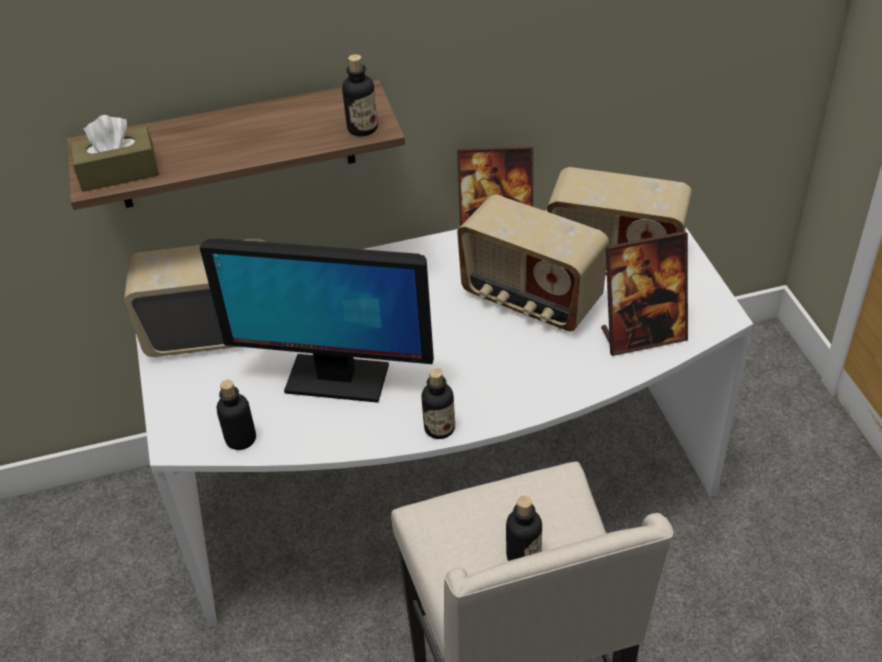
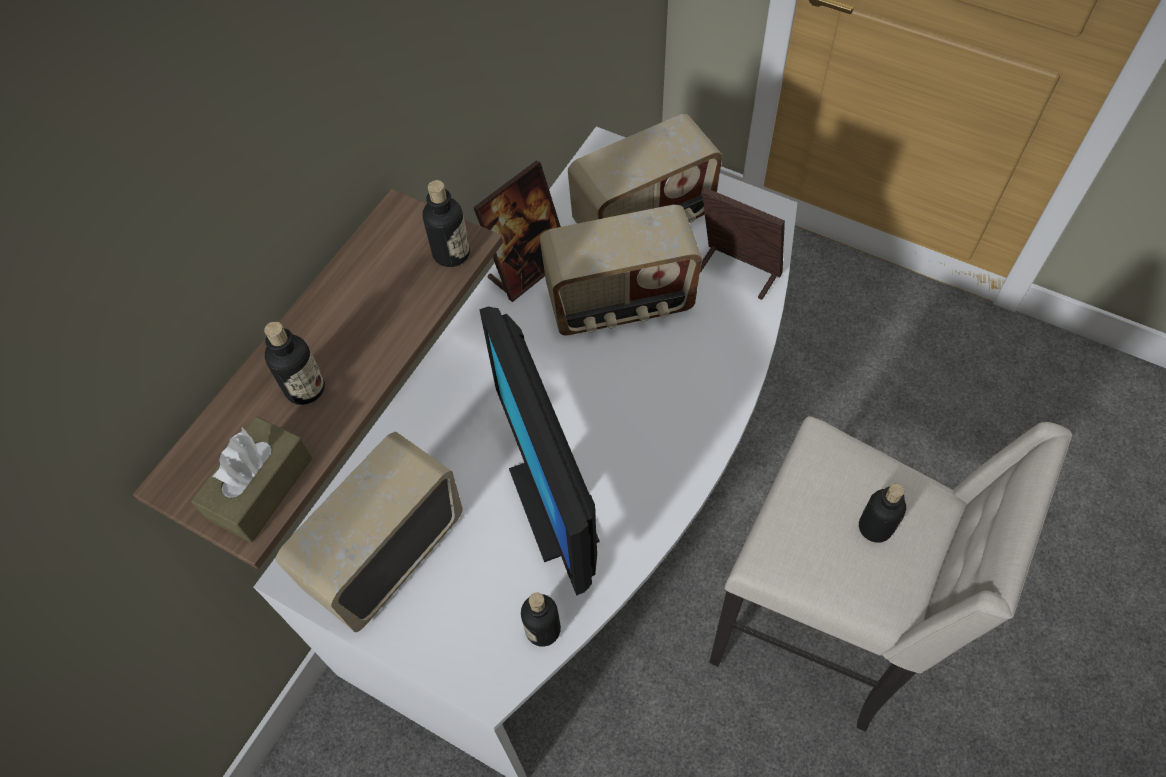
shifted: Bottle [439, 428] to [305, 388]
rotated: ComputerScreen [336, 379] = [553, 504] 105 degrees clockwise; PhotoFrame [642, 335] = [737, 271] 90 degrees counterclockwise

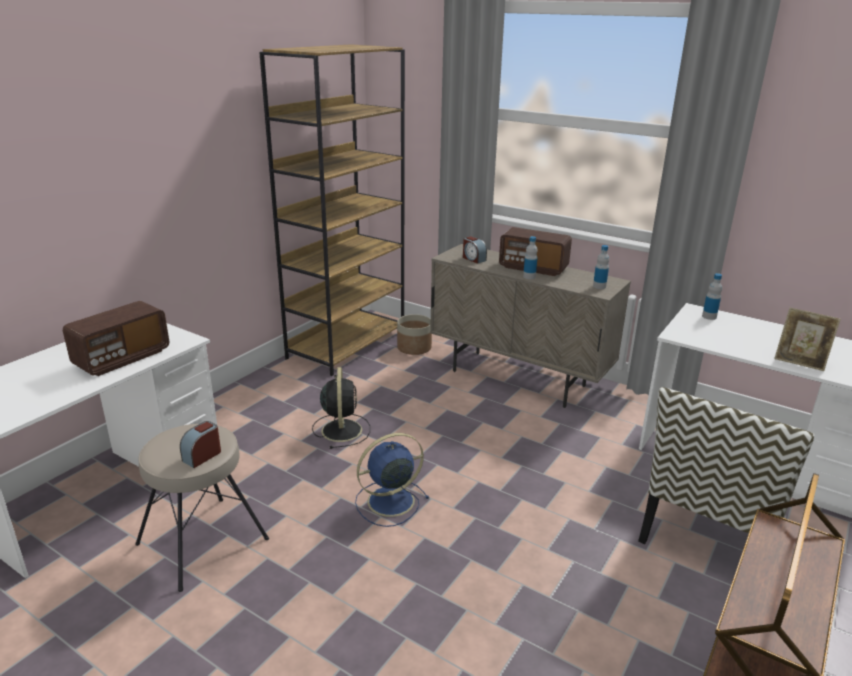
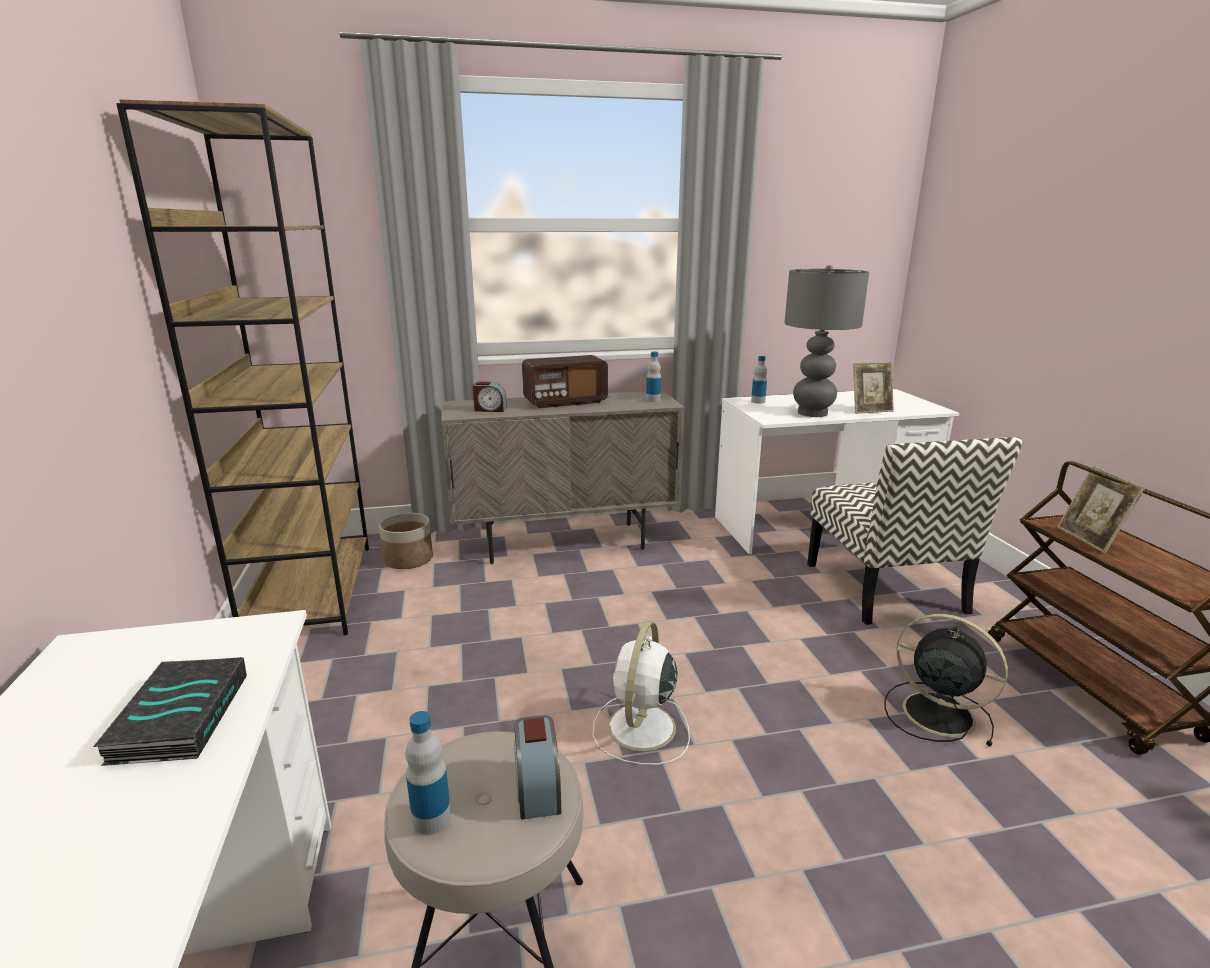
new: GreyTabletopLamp [813, 413]; PhotoFrame [1090, 539]
shifted: BlackElectricFan [341, 429] to [934, 713]; Bottle [529, 277] to [431, 818]
swapped: RadioSet [122, 358] to BoundBook [178, 716]
repainted: BlueColouredElectricFan [388, 502] to WhiteElectricFan [640, 729]

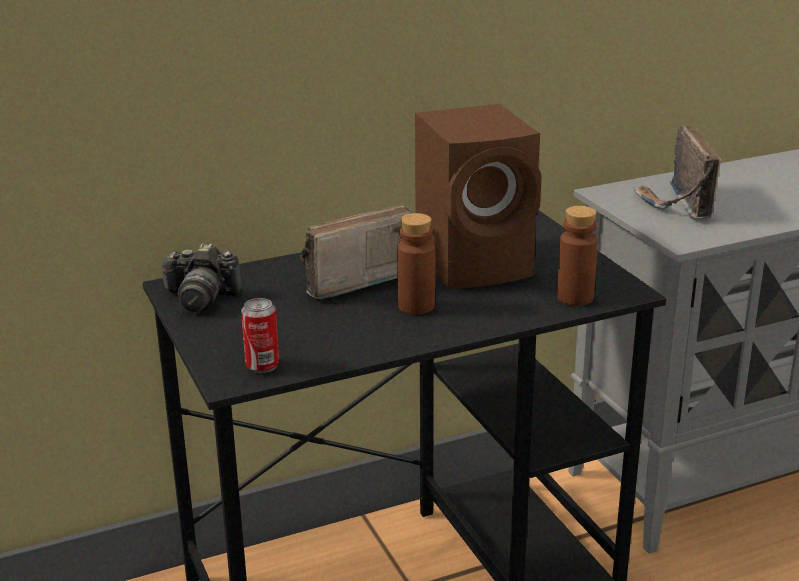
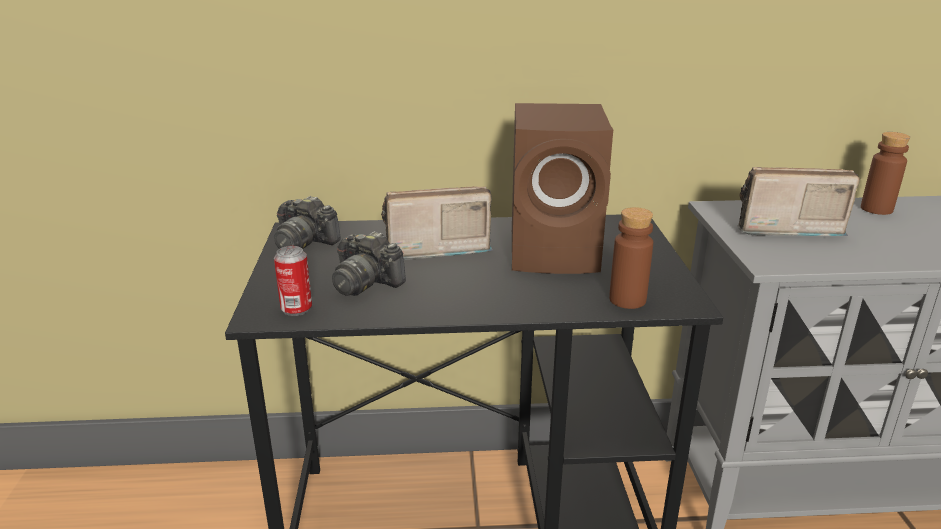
new: PhotoCamera [365, 282]
shifted: BrownColouredBottle [416, 306] to [876, 209]
rotated: RadioSet [675, 204] = [782, 228] 75 degrees clockwise

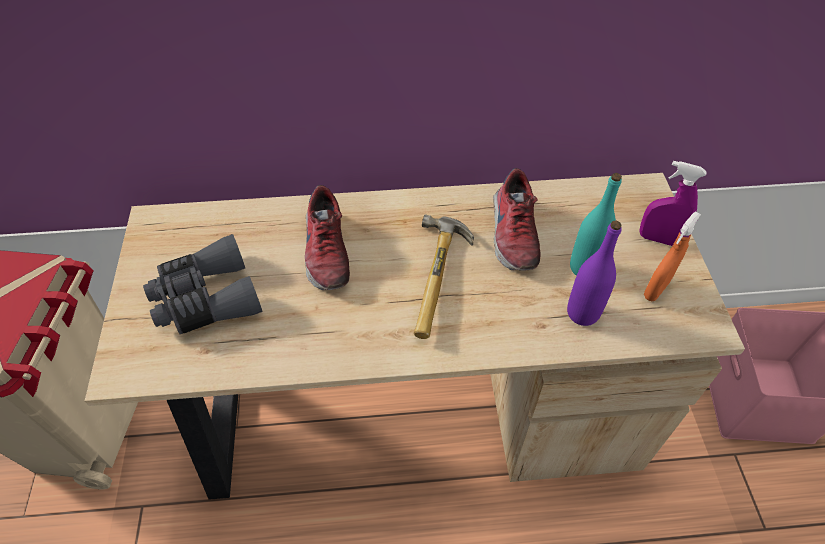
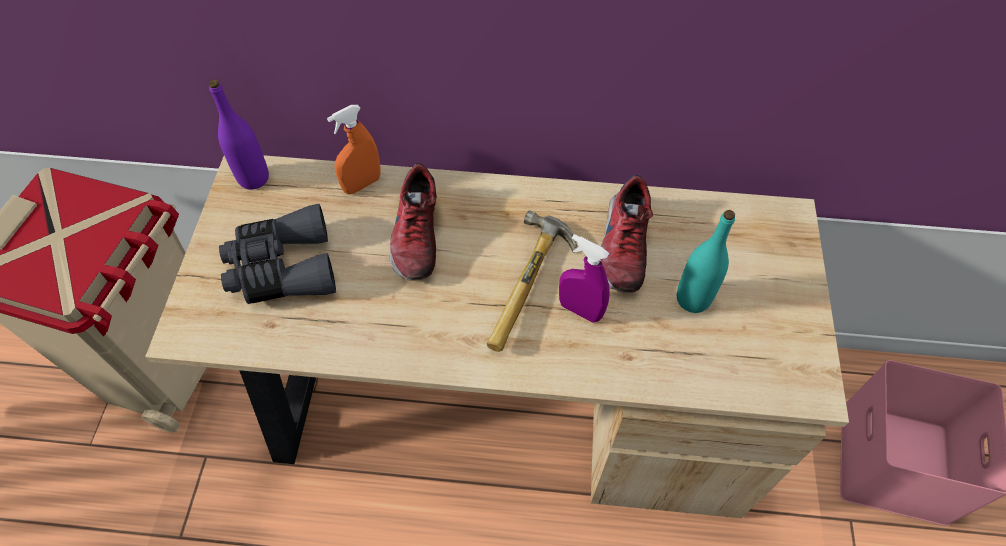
shifted: PurplishBottle [582, 313] to [253, 178]; PurplishSprayer [658, 239] to [580, 310]; OrangeySprayer [656, 289] to [362, 184]

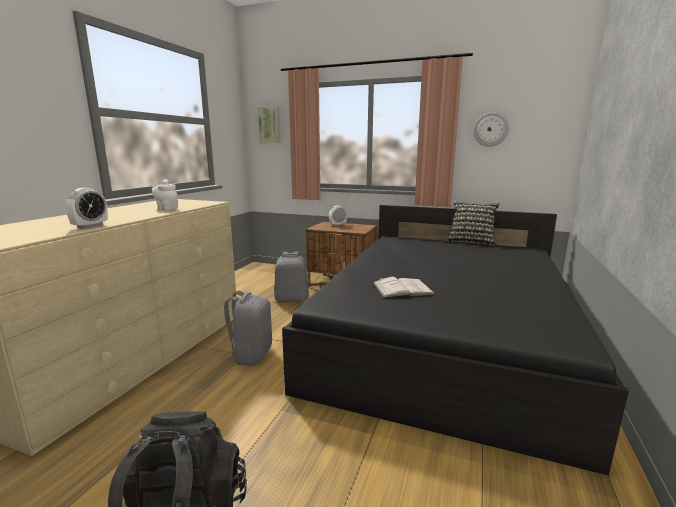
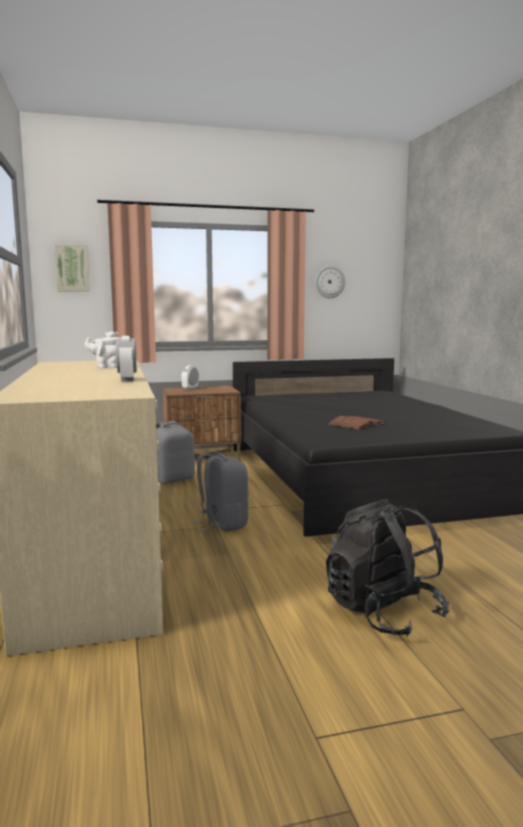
gone: ThrowPillow [471, 241]
repainted: WhiteBoundBook [402, 289] to BrownColouredBoundBook [357, 423]

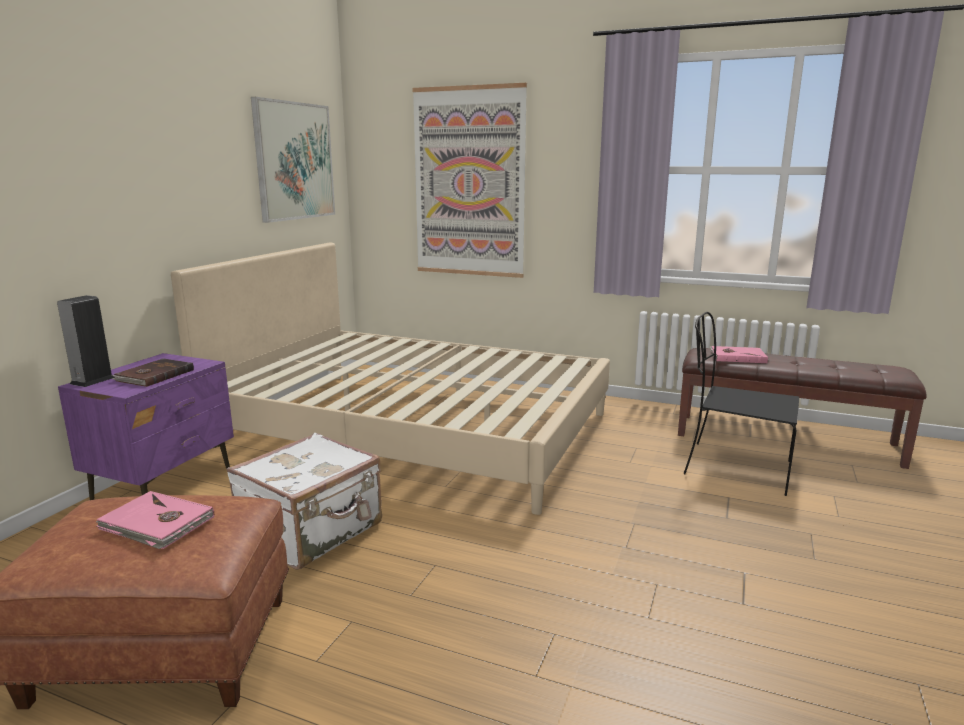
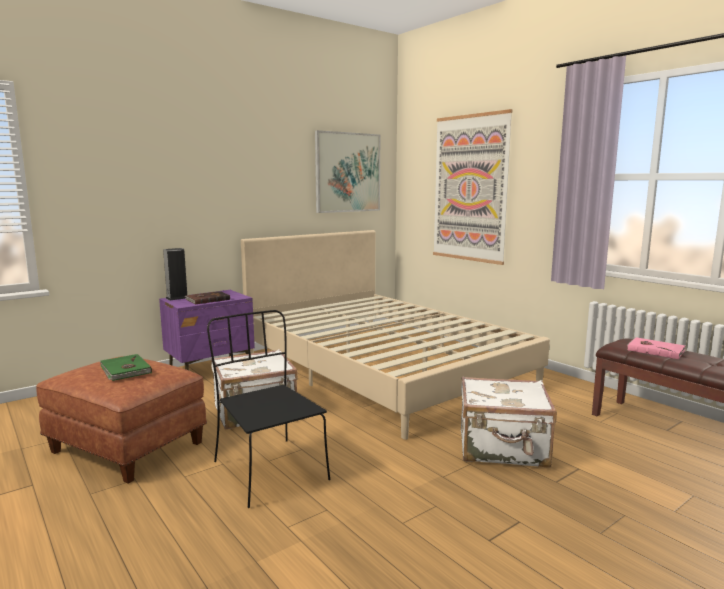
new: WhitePieceOfLuggage [503, 449]
shifted: BlackUprightChair [734, 467] to [268, 469]
repainted: PinkBoundBook [156, 524] to GreenishBoundBook [125, 370]

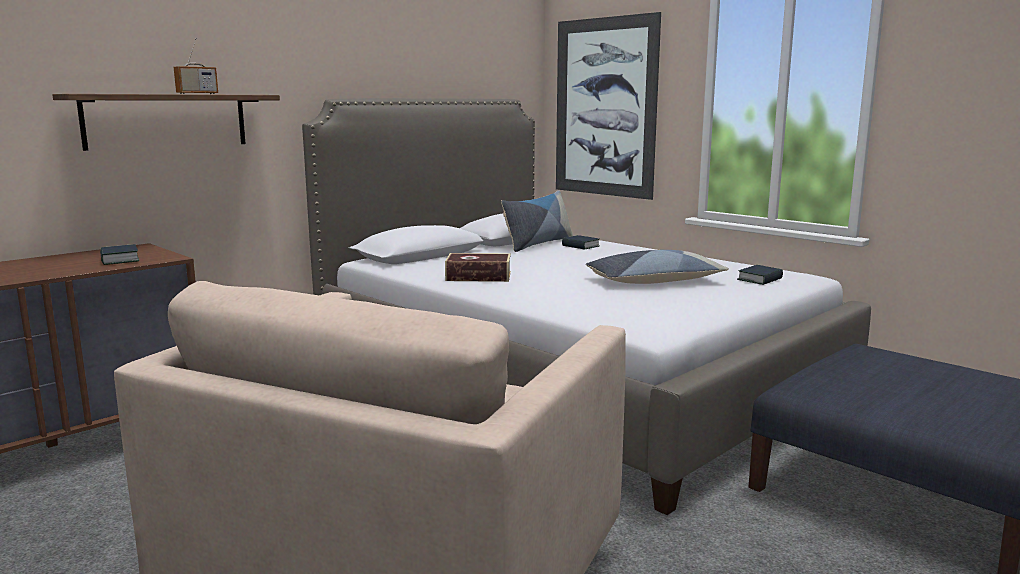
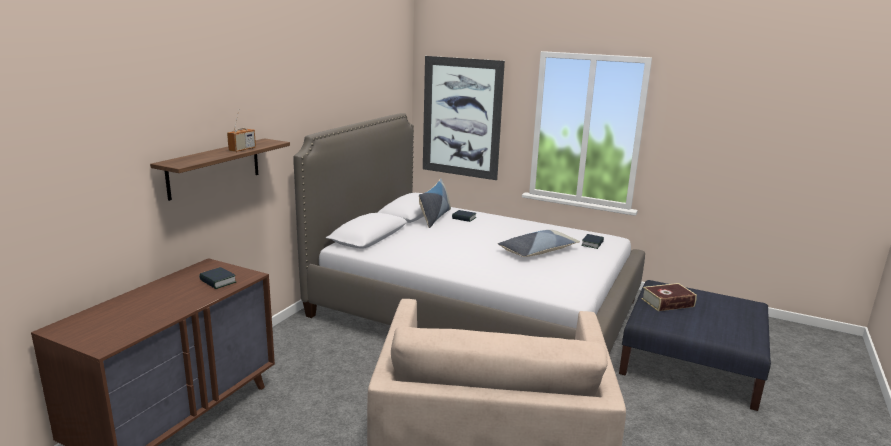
shifted: BoundBook [478, 276] to [667, 303]

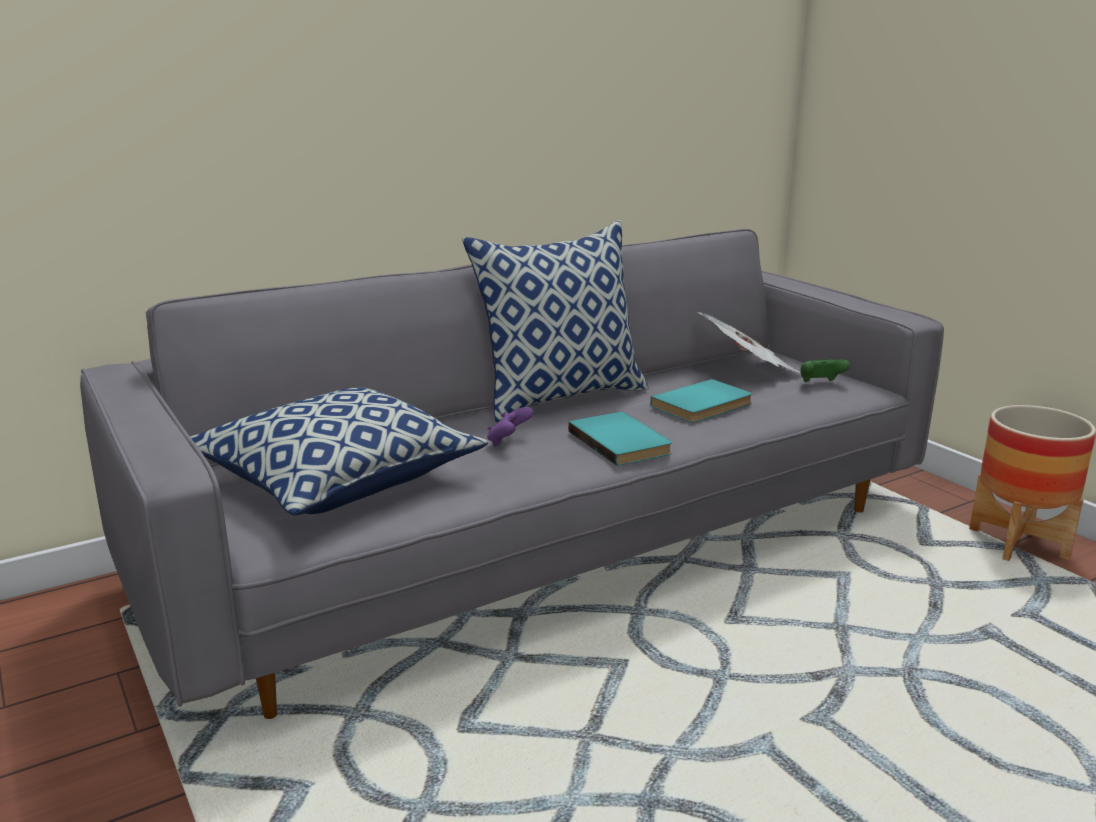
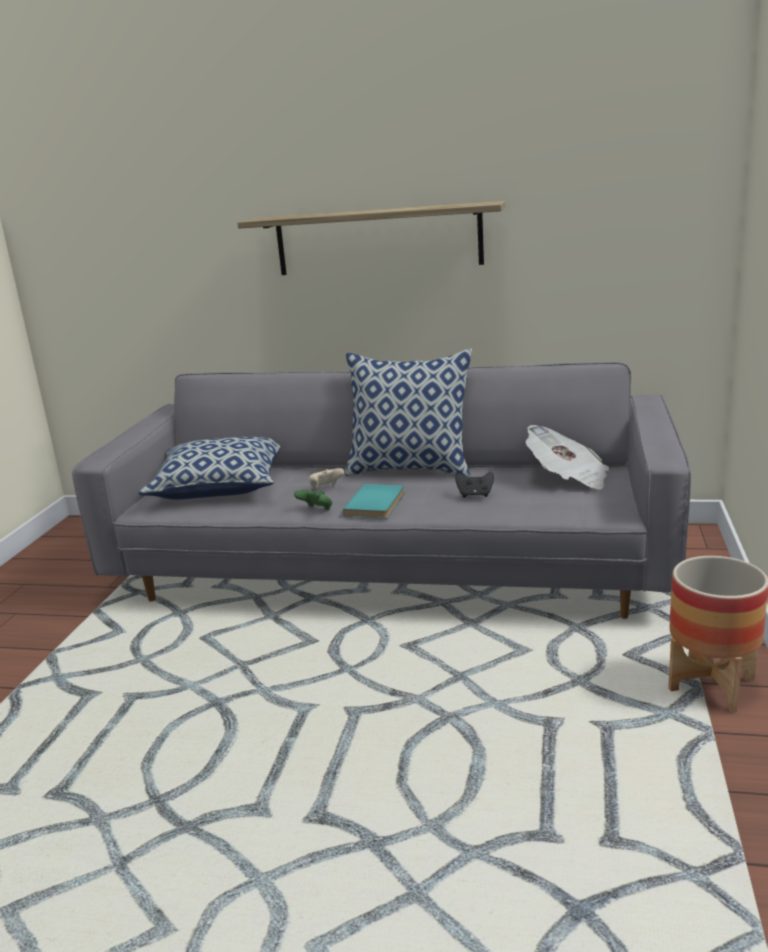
new: BracketShelf [378, 240]
shifted: GreenishGamepad [820, 383] to [316, 510]
swapped: TurquoiseColouredBoundBook [704, 405] to BlackGamepad [475, 495]
repainted: PurplishGamepad [508, 442] to SandColouredGamepad [326, 488]

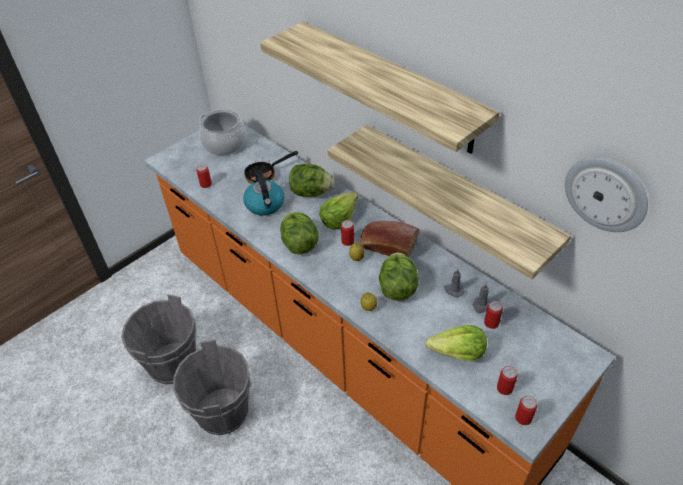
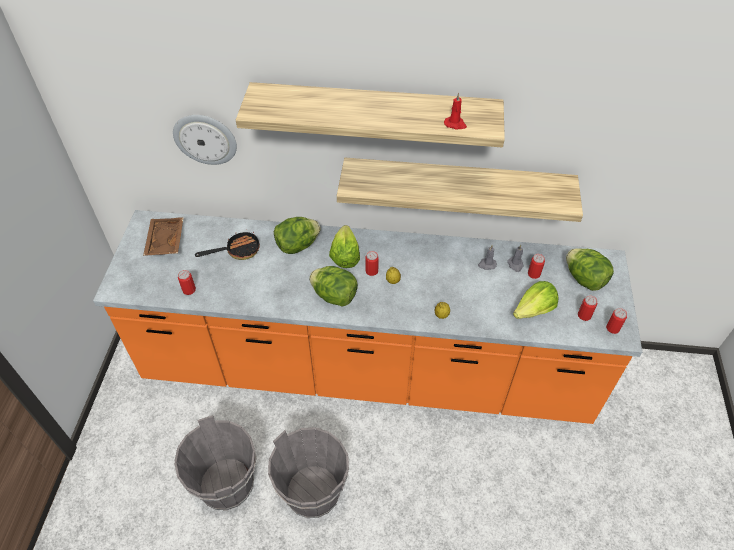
gone: WaterKettle [265, 205]; BakedBread [386, 246]
new: RedWaxLight [455, 124]
shifted: LettuceHead [397, 288] to [584, 279]; ClockOnTheWall [606, 194] to [205, 138]
swapped: Stockpot [224, 144] to BrownColouredCarryingTray [164, 241]
rotated: Skillet [265, 174] = [238, 250] 135 degrees counterclockwise

